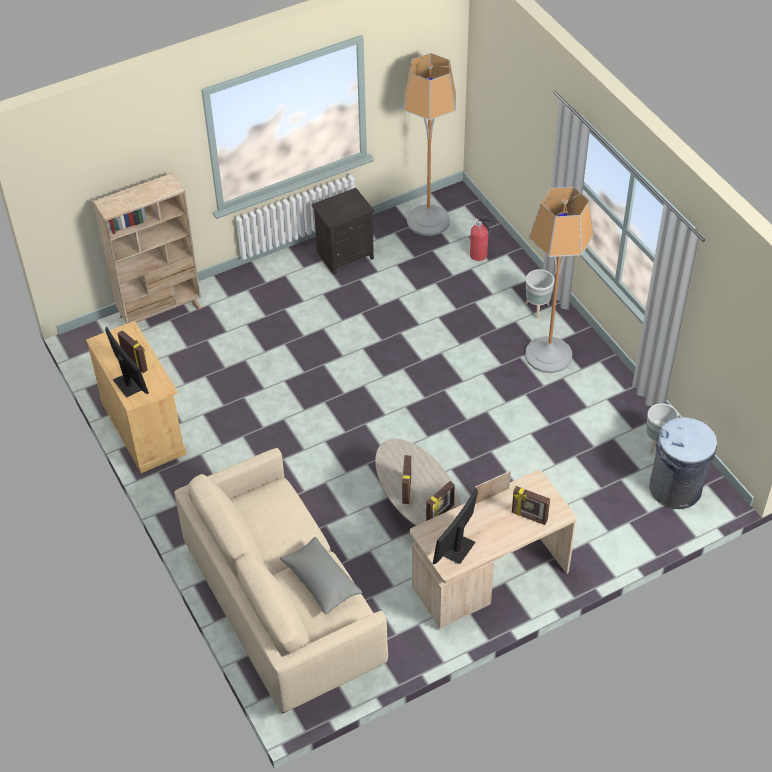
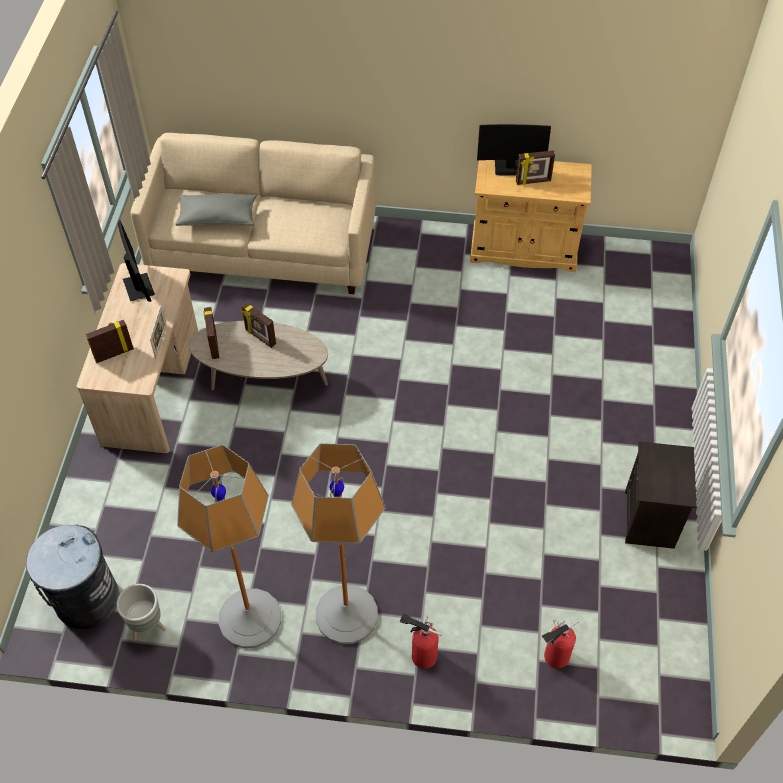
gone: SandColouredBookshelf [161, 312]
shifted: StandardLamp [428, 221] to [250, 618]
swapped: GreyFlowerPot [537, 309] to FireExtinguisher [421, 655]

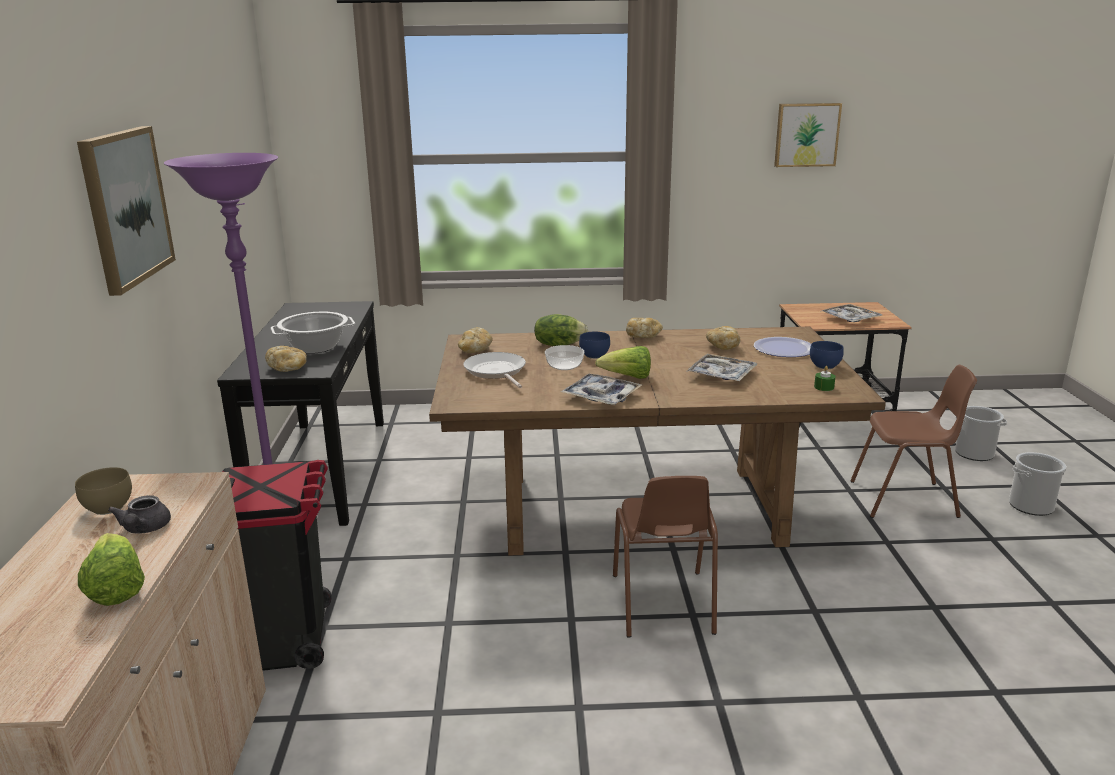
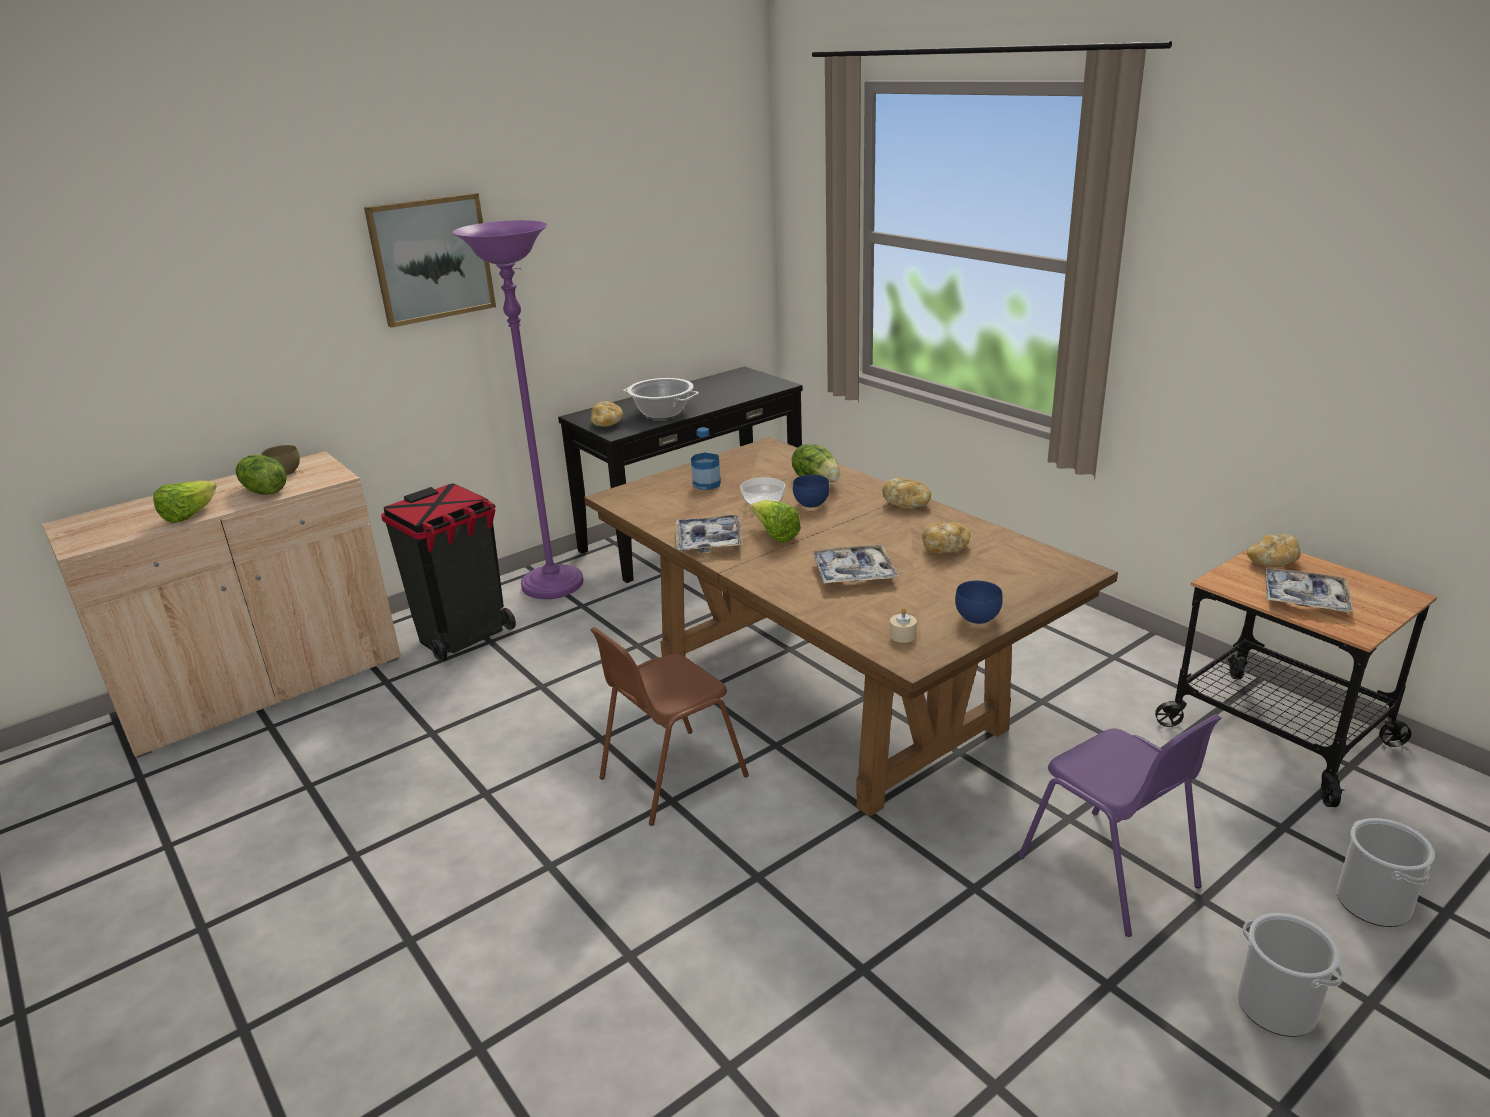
gone: DinnerPlate [784, 349]; WallArt [806, 134]
shifted: BakedBread [475, 350] to [1272, 563]
swapped: GreyPotForTea [144, 529] to LettuceHead [263, 491]; Skillet [496, 372] to Bottle [707, 484]
repainted: GreenishWaxLight [824, 387] to SandColouredWaxLight [902, 635]; BrownColouredUprightChair [905, 500] to PurplishUprightChair [1109, 873]

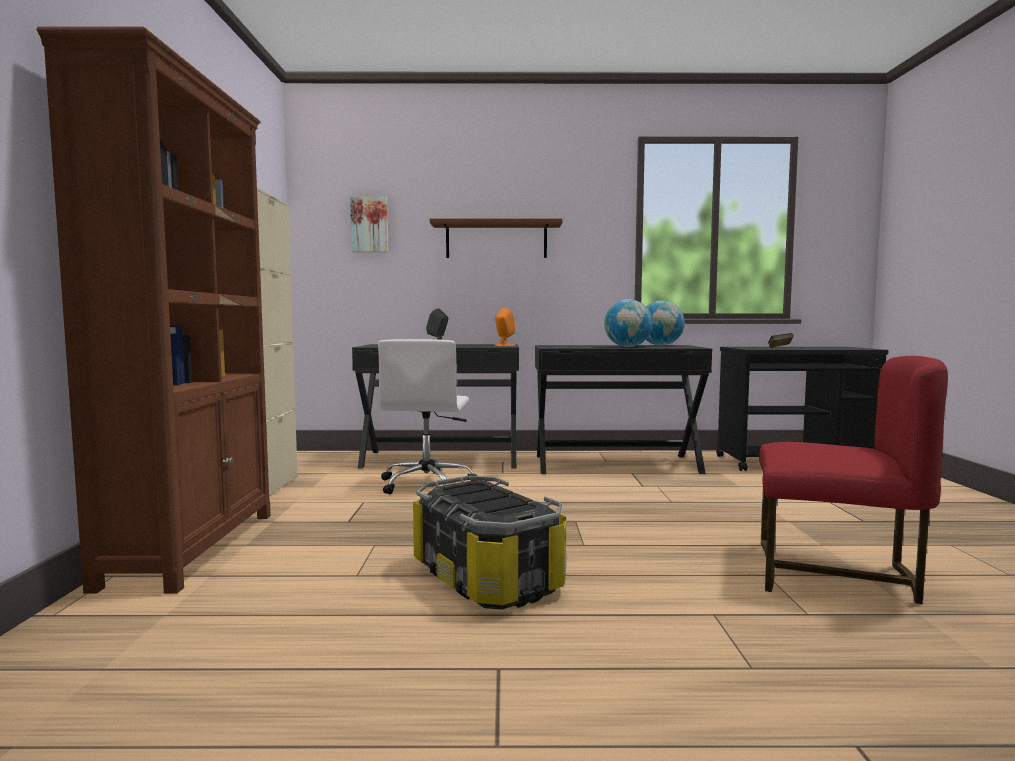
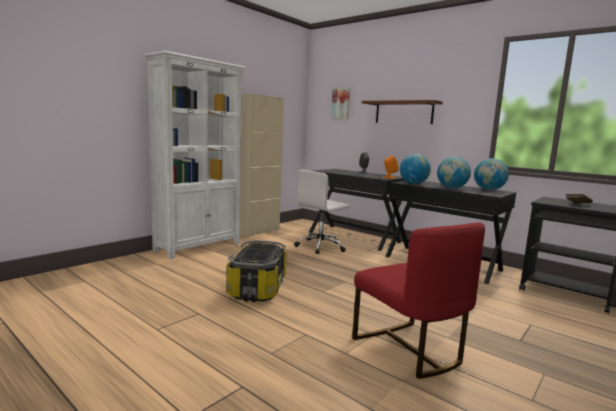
new: WorldGlobe [413, 184]
repainted: BrownColouredBookshelf [193, 547] to WhiteBookshelf [199, 246]

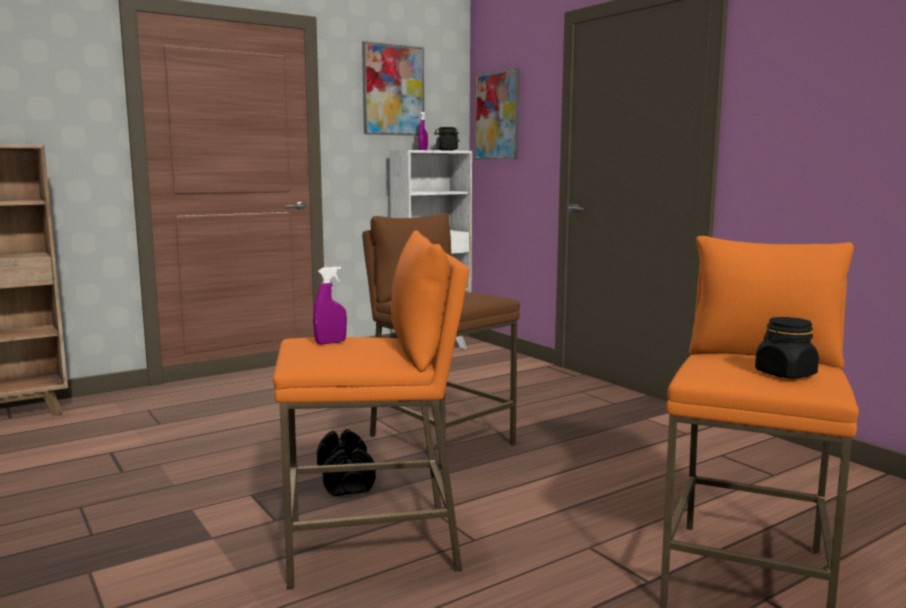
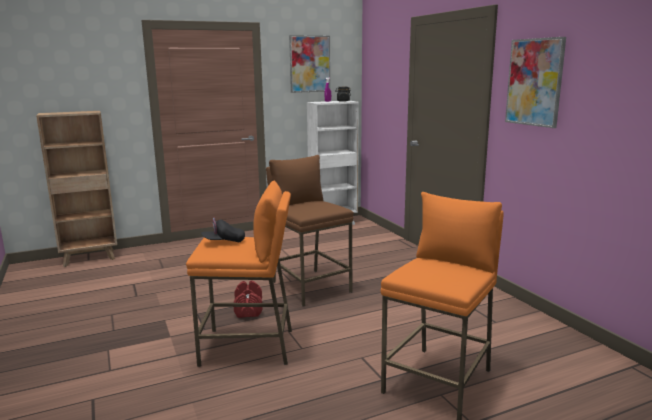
gone: BlackJar [785, 374]
shifted: WallArt [497, 115] to [534, 82]
swapped: PurplishSprayer [330, 342] to BlackBaseballCap [223, 242]
repainted: BlackFreeWeight [346, 481] to RedFreeWeight [248, 309]

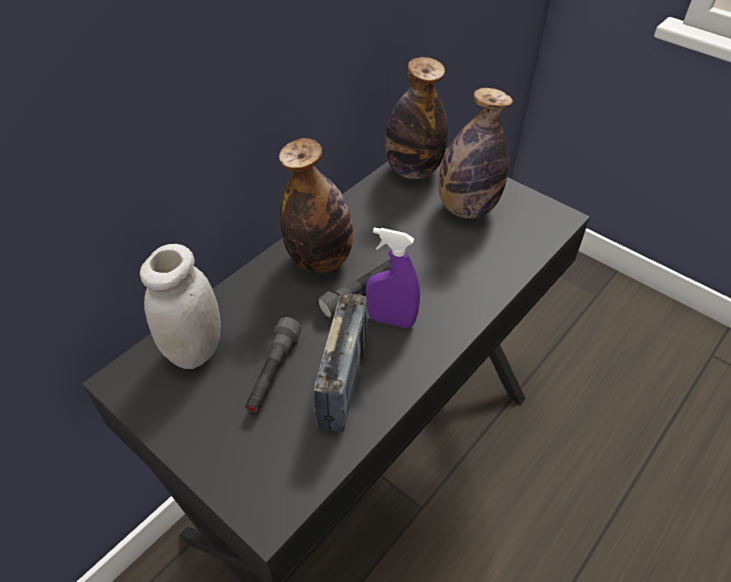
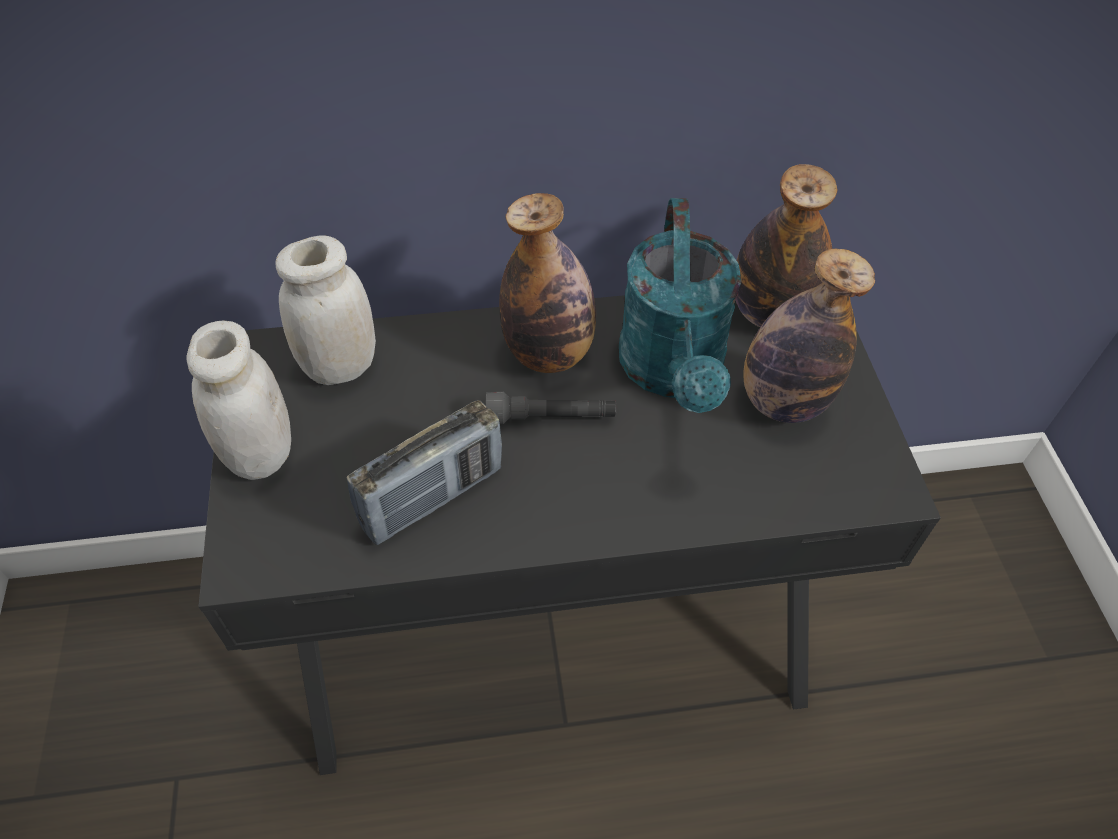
gone: GreyHandTorch [273, 372]; PurplishSprayer [391, 320]
new: WhiteJar [260, 453]; TurquoiseColouredWateringCan [673, 373]

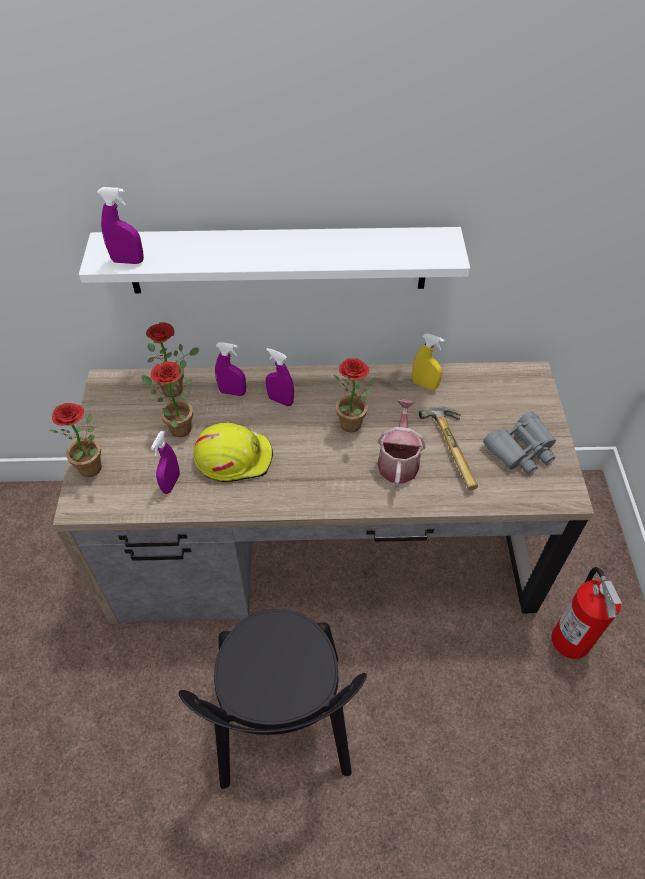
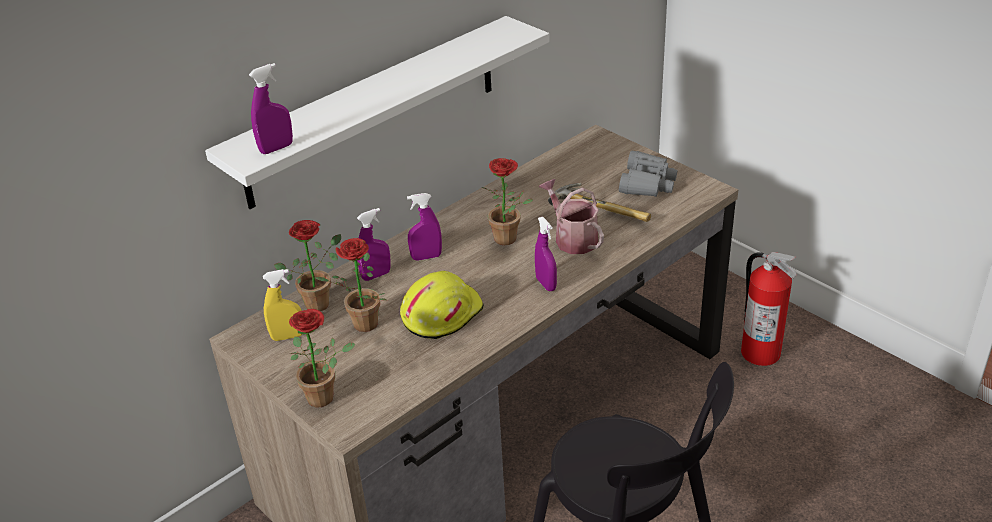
shifted: PurplishSprayer [171, 483] to [546, 284]; YellowColouredSprayer [424, 384] to [288, 336]

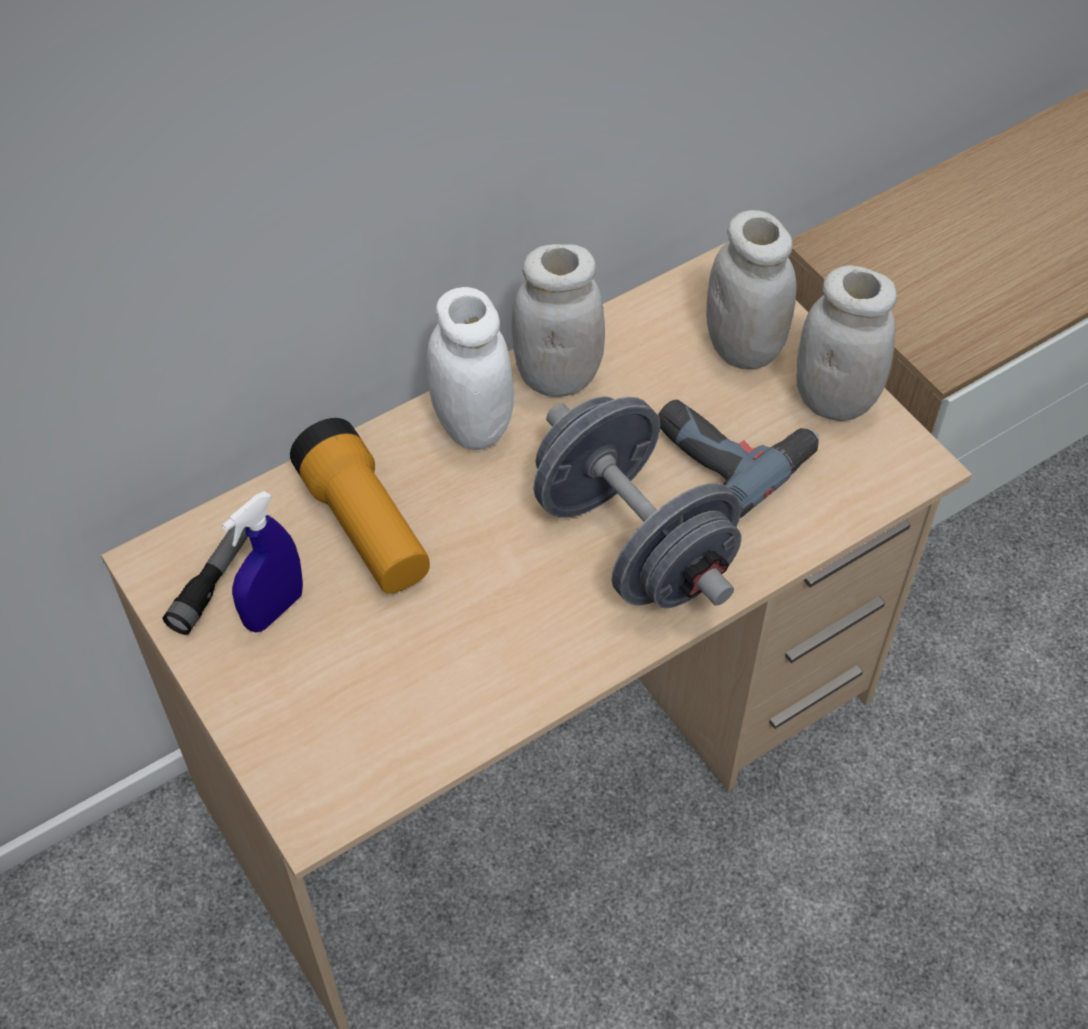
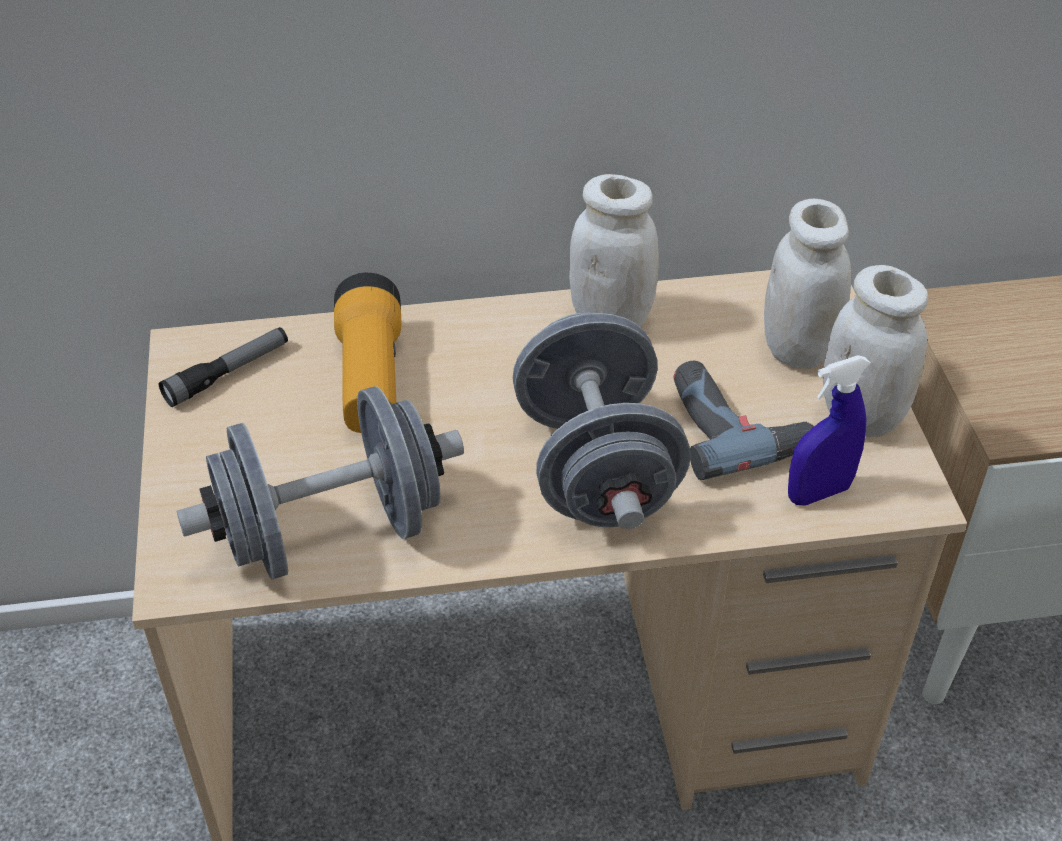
gone: WhiteJar [472, 425]
new: GreyFreeWeight [331, 532]
shifted: BlueColouredSprayer [274, 609] to [818, 493]

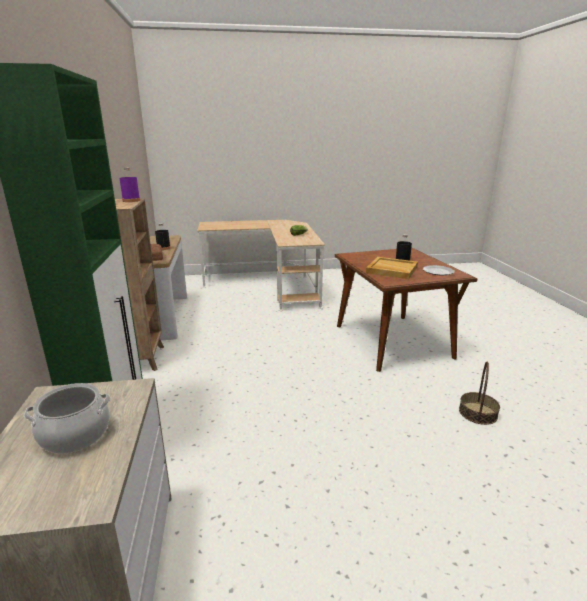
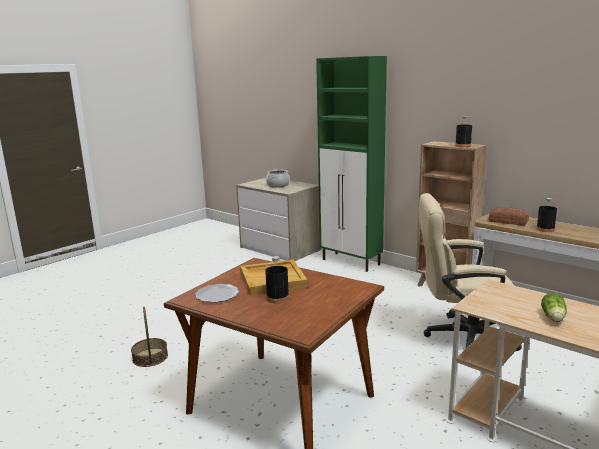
new: SandColouredOfficeChair [461, 336]
repainted: PurplishBottle [131, 200] to BlackBottle [463, 146]

